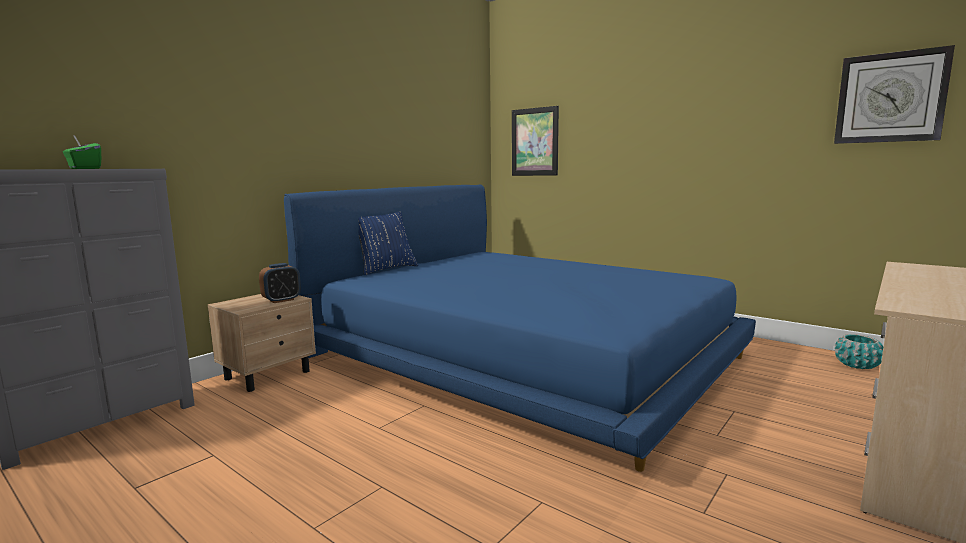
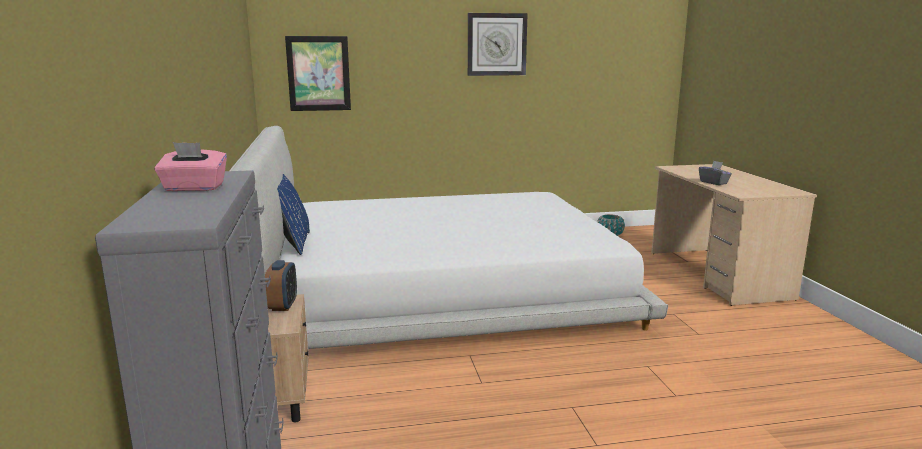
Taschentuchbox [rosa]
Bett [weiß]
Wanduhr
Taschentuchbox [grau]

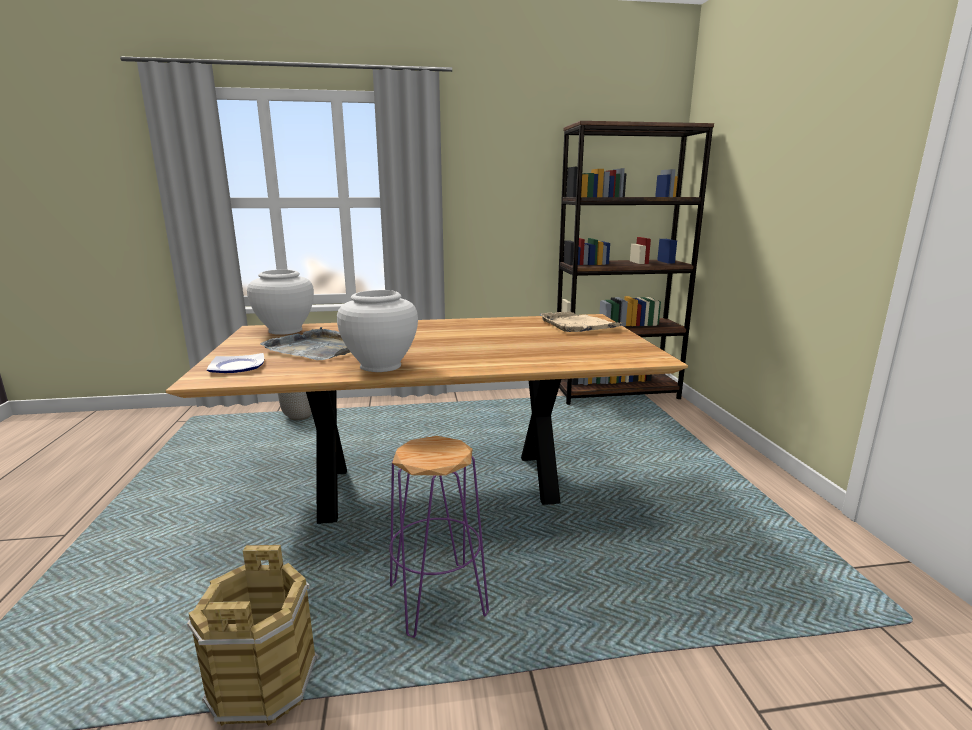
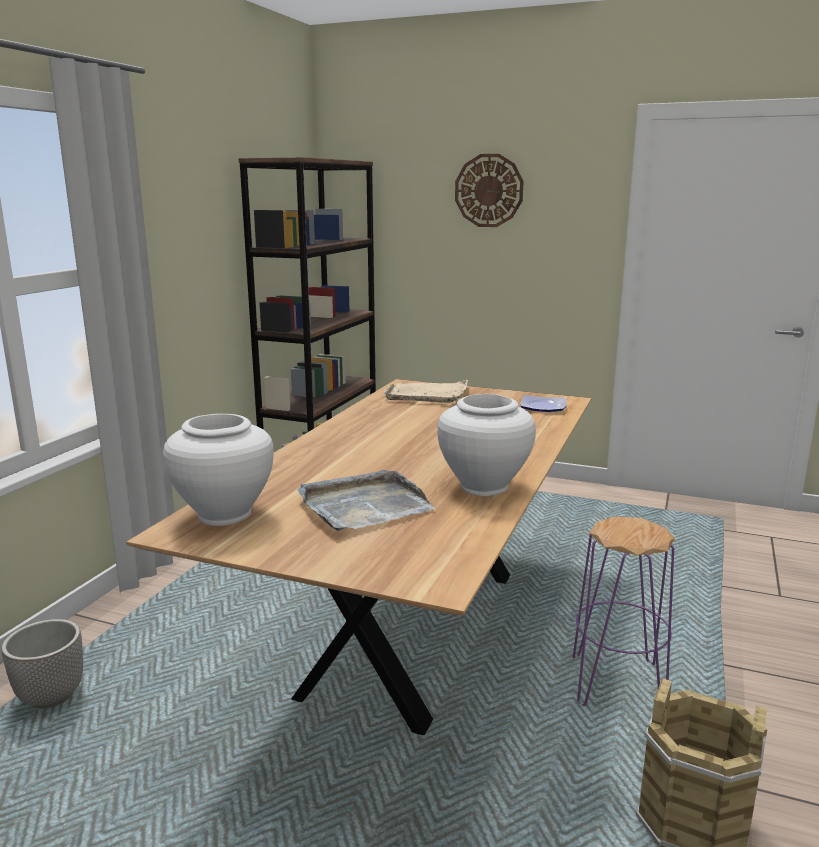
Wanduhr
Teller

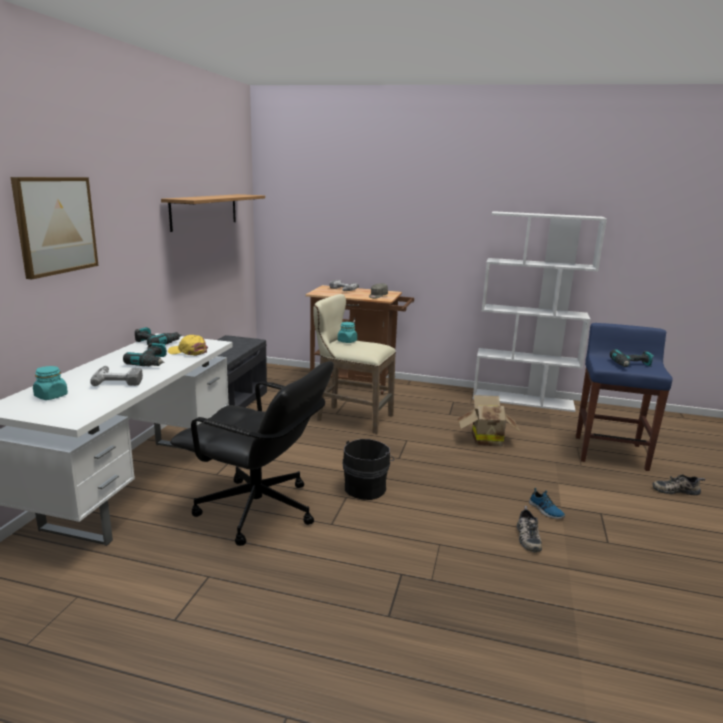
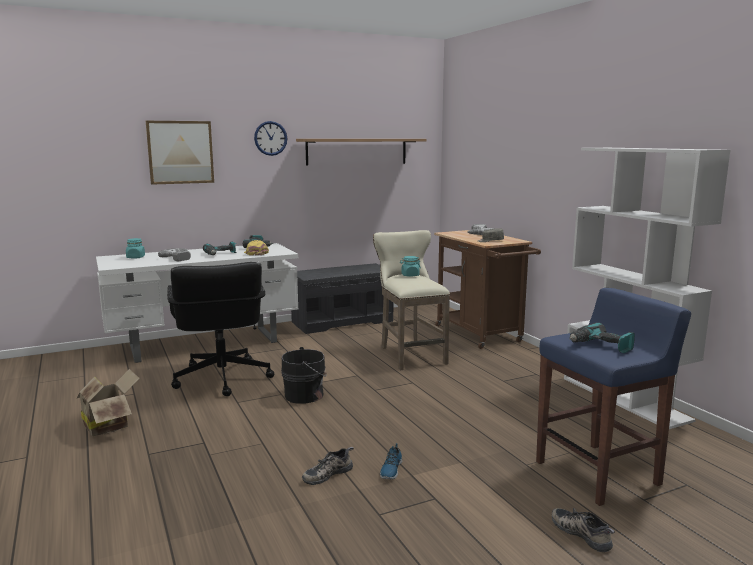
Karton
Wanduhr

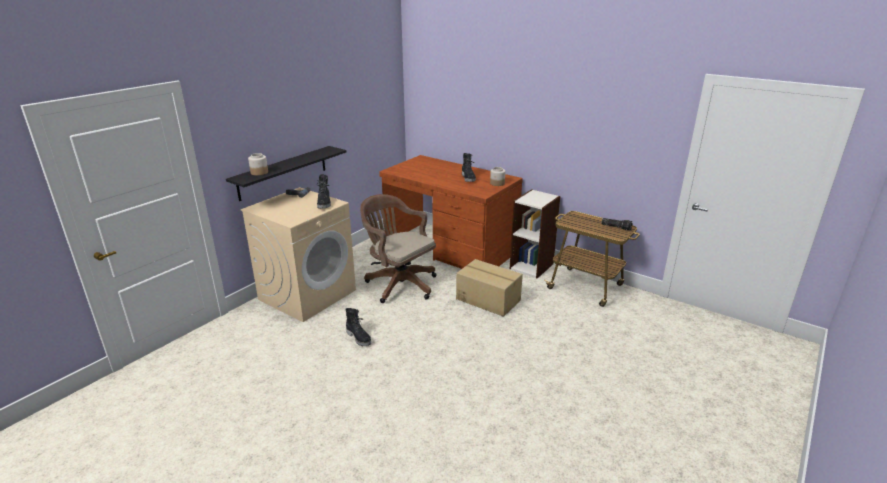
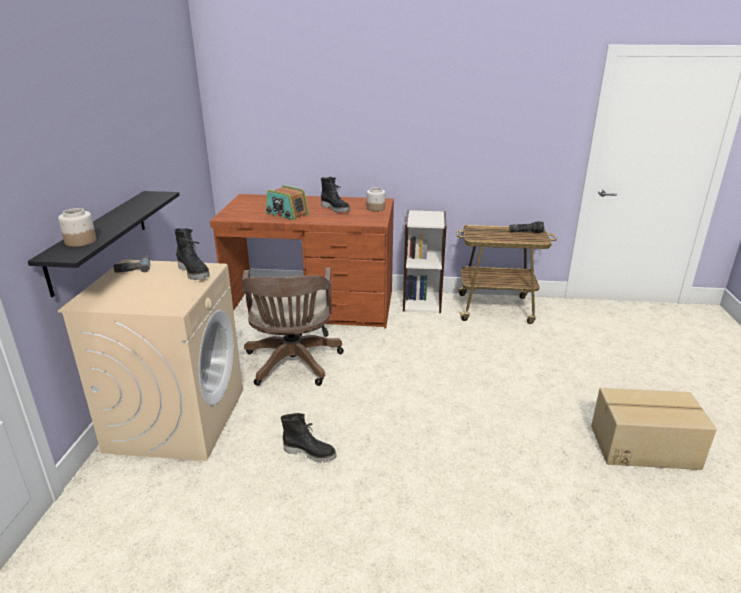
Bürostuhl [braun]
Radio
Karton

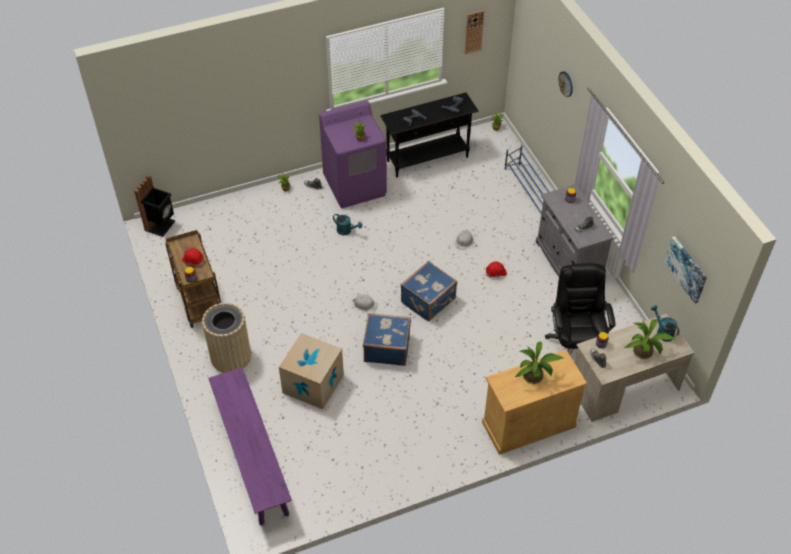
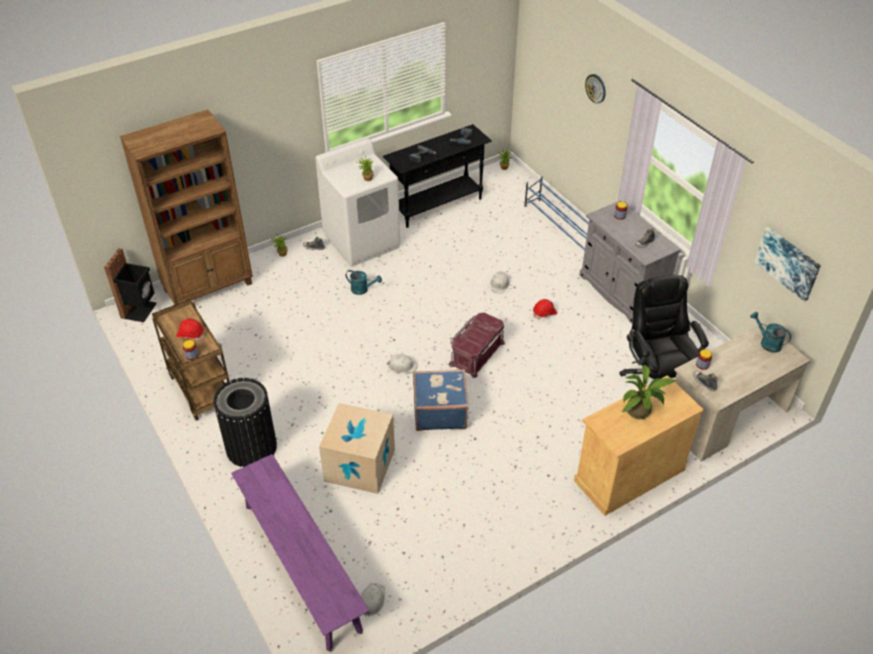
Bücherregal [braun]
Mülleimer [schwarz] (2nd from left)
Waschmaschine [weiß]
Schutzhelm [weiß] (1st from left)
Aufbewahrungsbox [rot]
Wanduhr (1st from left in the first image)
Topfpflanze (5th from left in the first image)

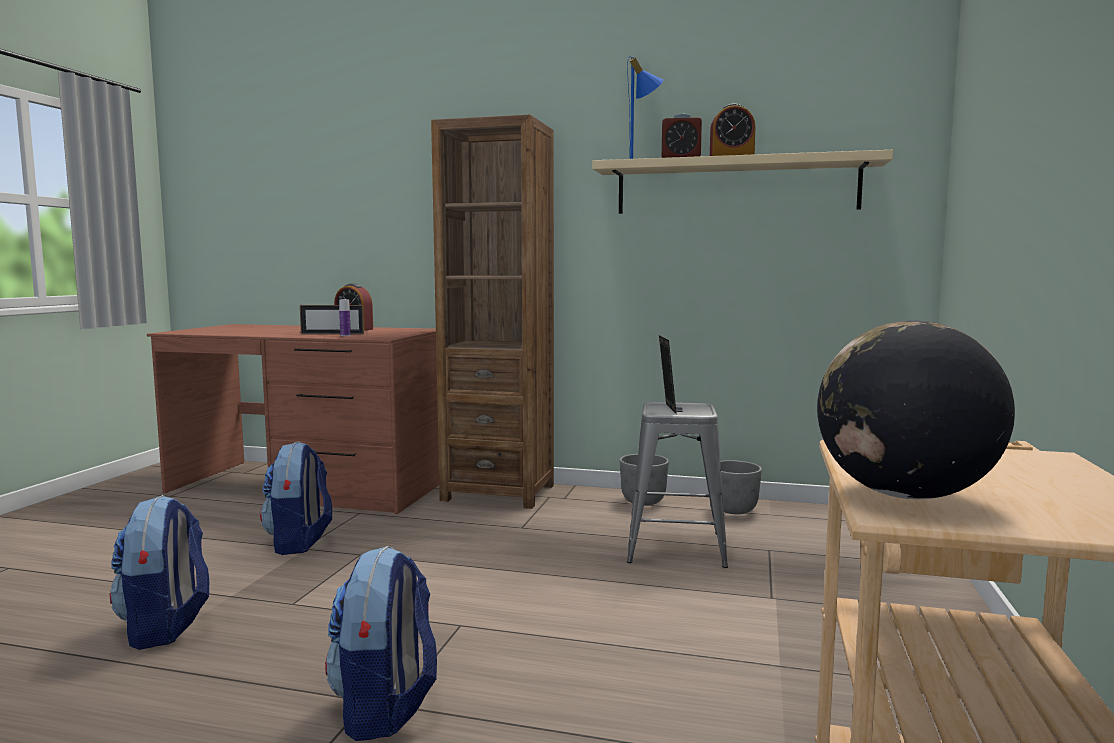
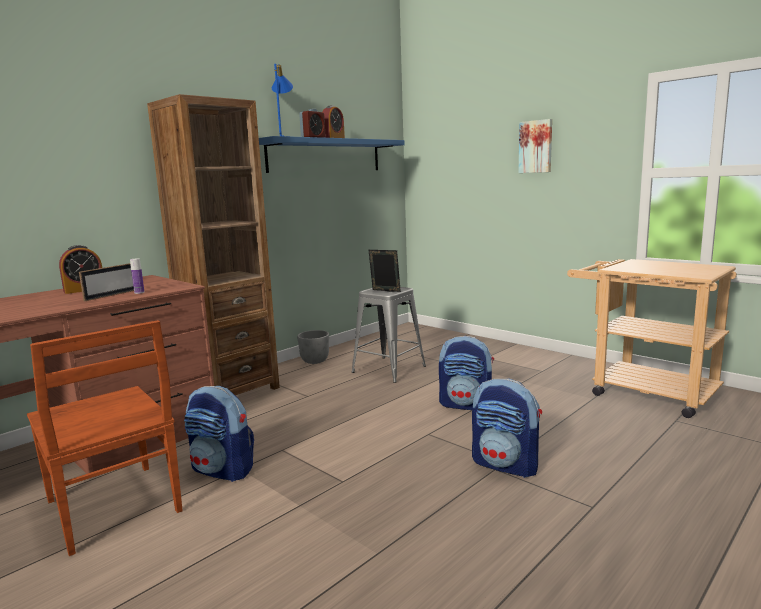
Stuhl [braun]
Wandregal [blau]
Rucksack (2nd from left)
Bild
Pflanzkübel [grau] (2nd from left in the first image)
Globus

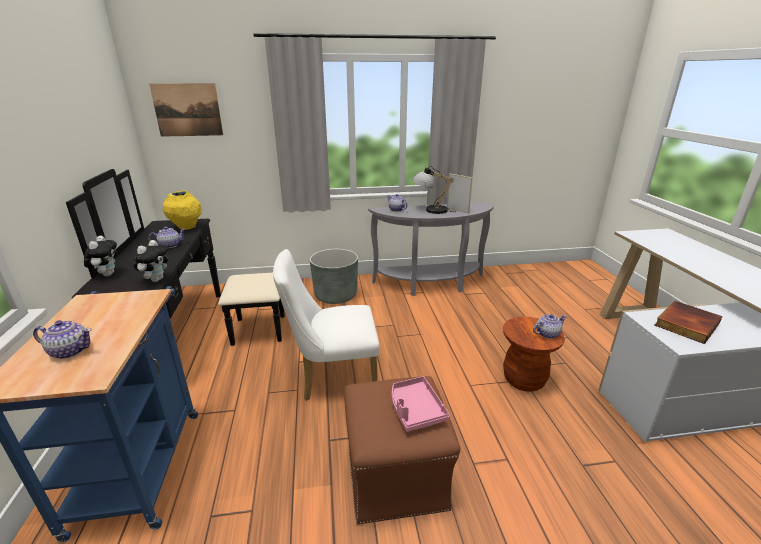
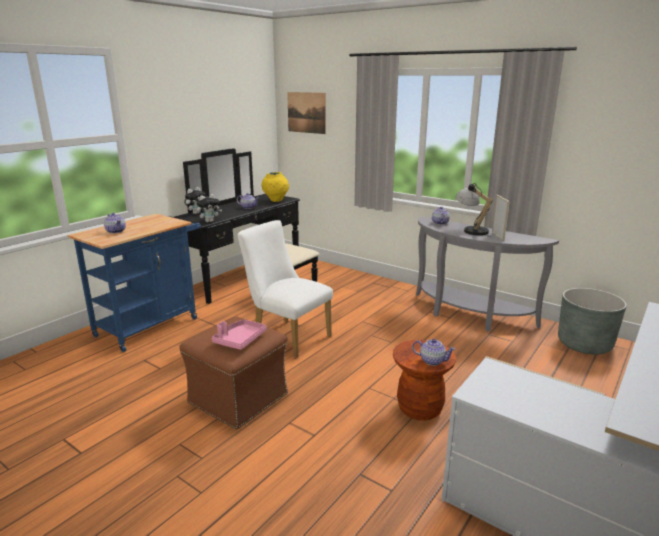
Pflanzkübel [grau]
Buch

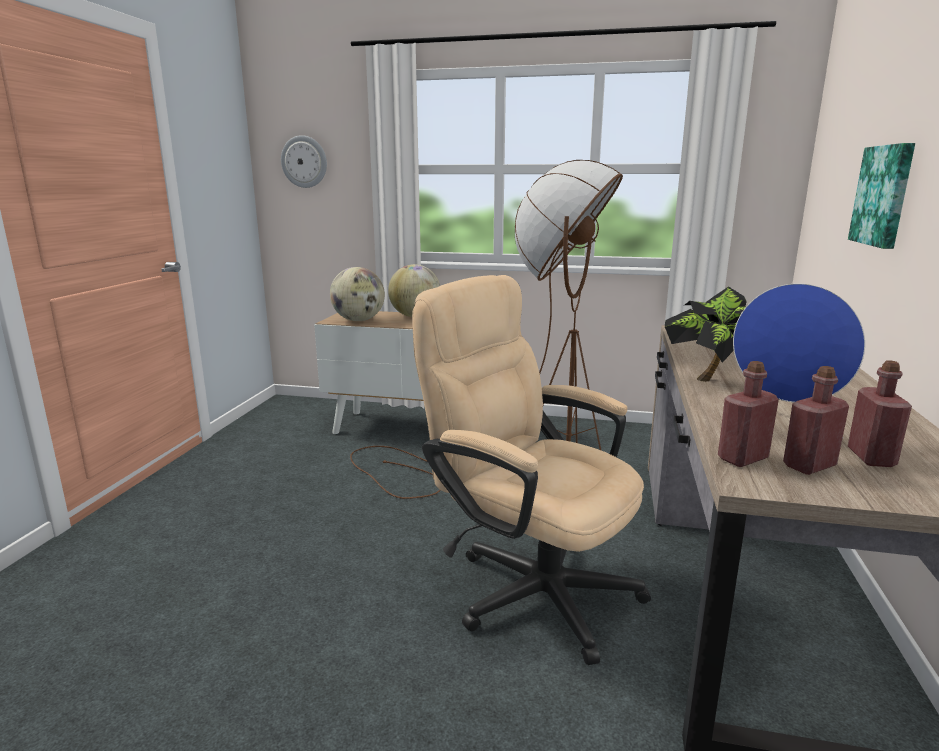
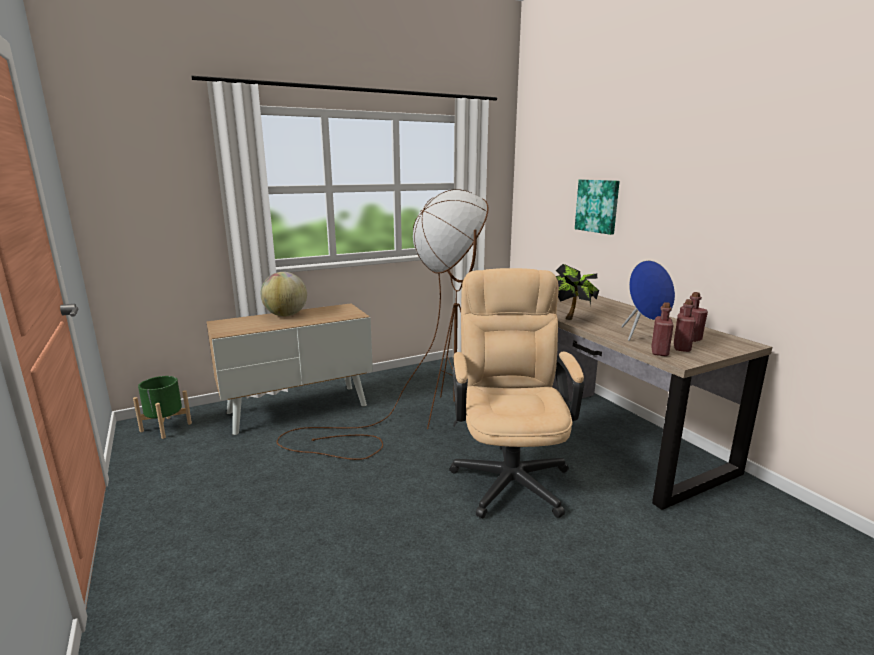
Pflanzkübel [grün]
Bürostuhl [beige]
Wanduhr
Globus (1st from left in the first image)

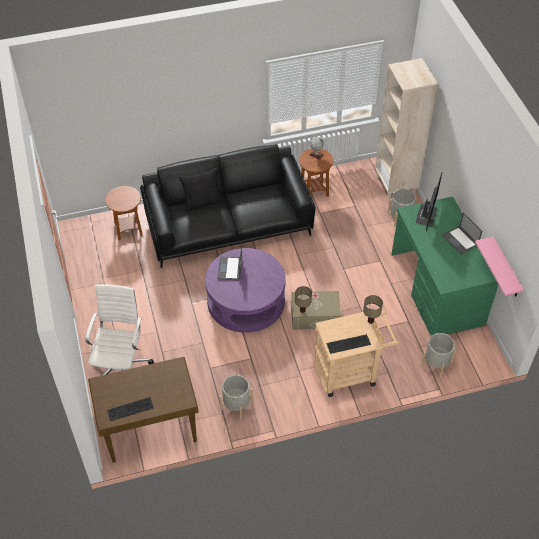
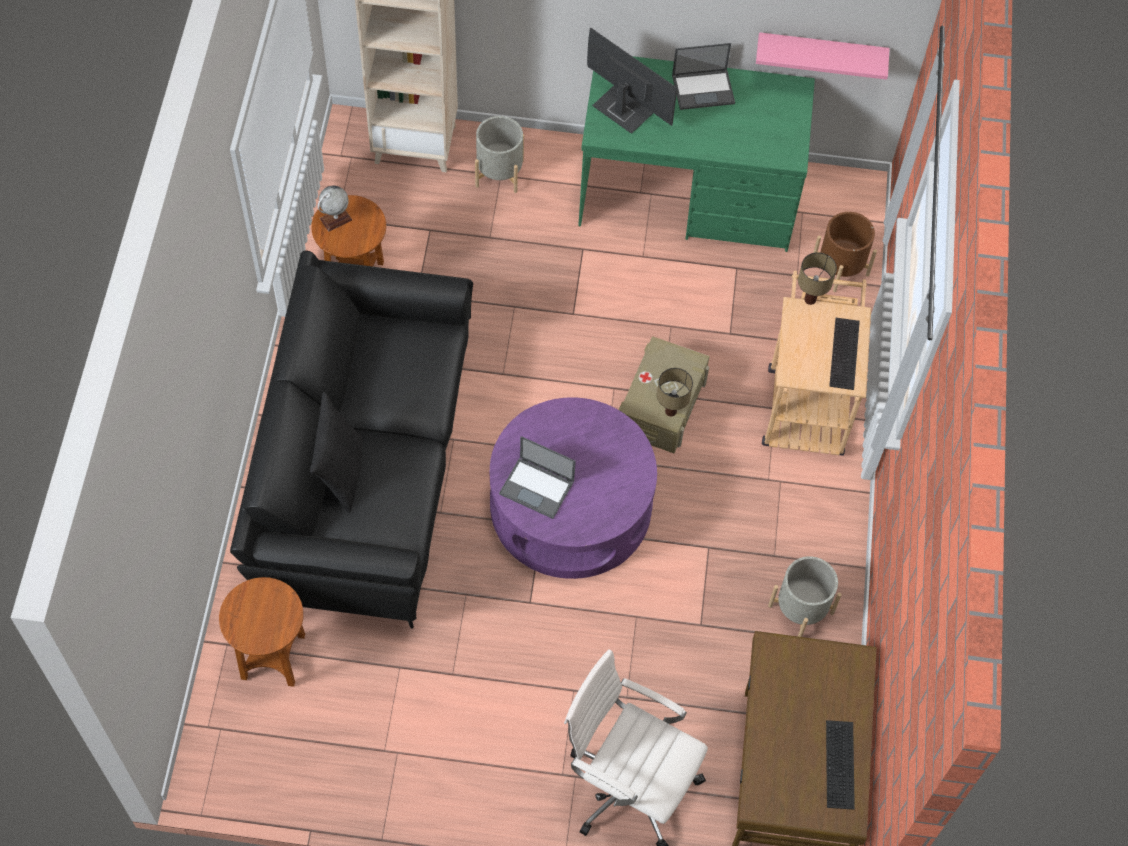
Pflanzkübel [braun]

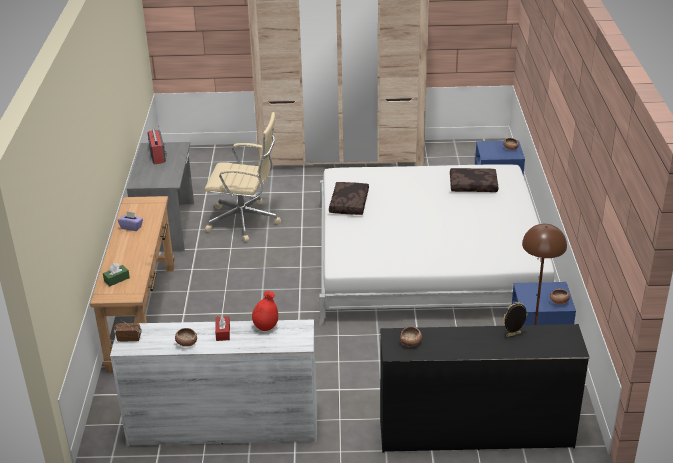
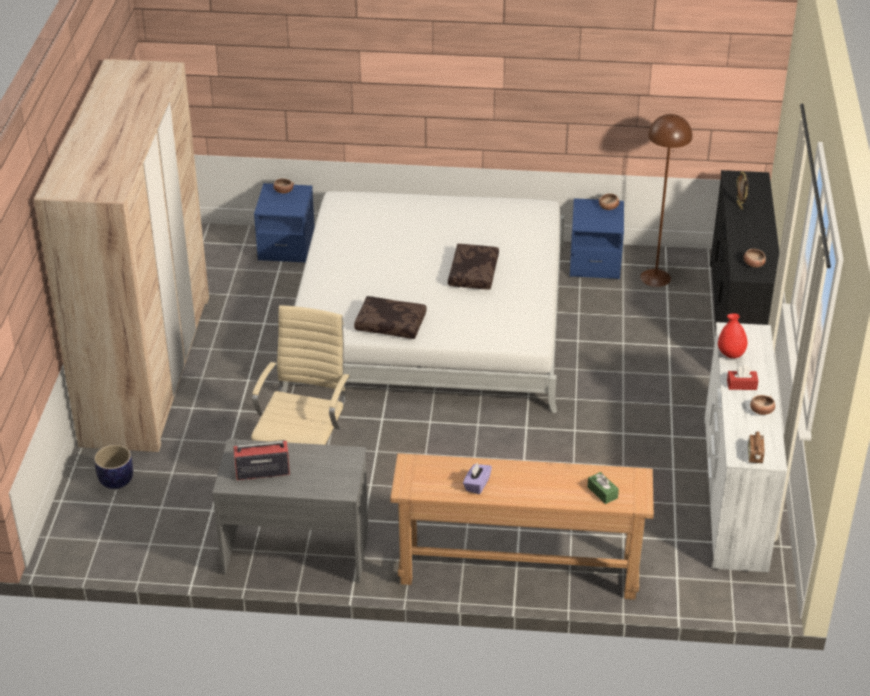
Pflanzkübel
Kissen [braun] (2nd from left)

